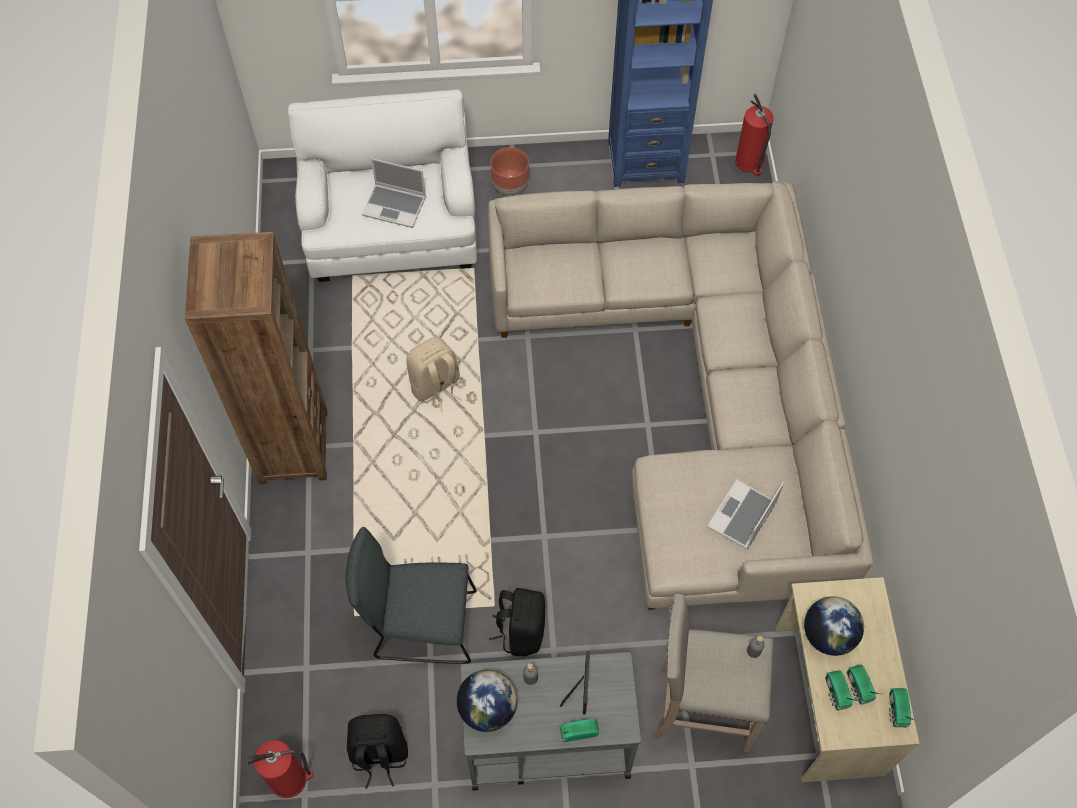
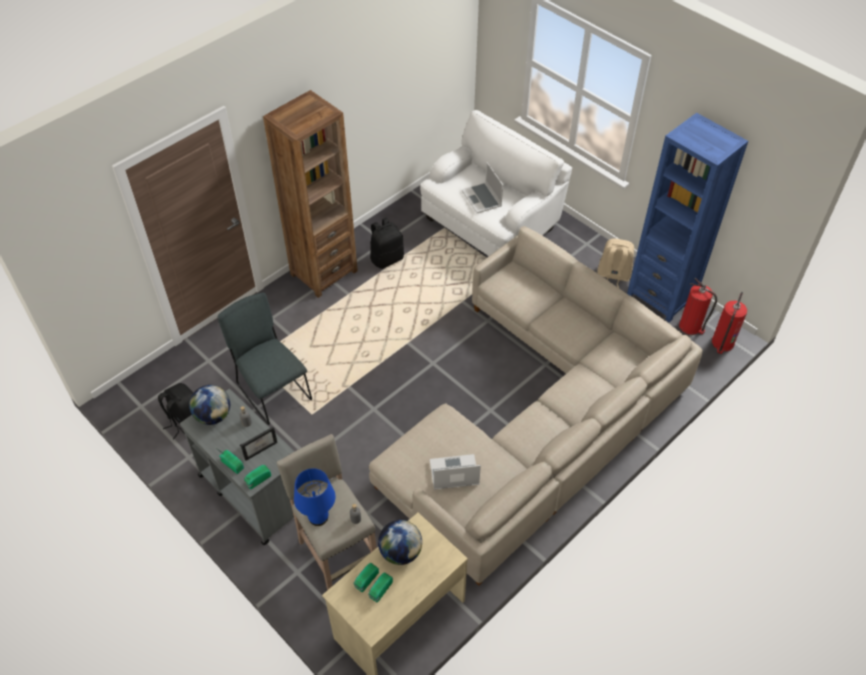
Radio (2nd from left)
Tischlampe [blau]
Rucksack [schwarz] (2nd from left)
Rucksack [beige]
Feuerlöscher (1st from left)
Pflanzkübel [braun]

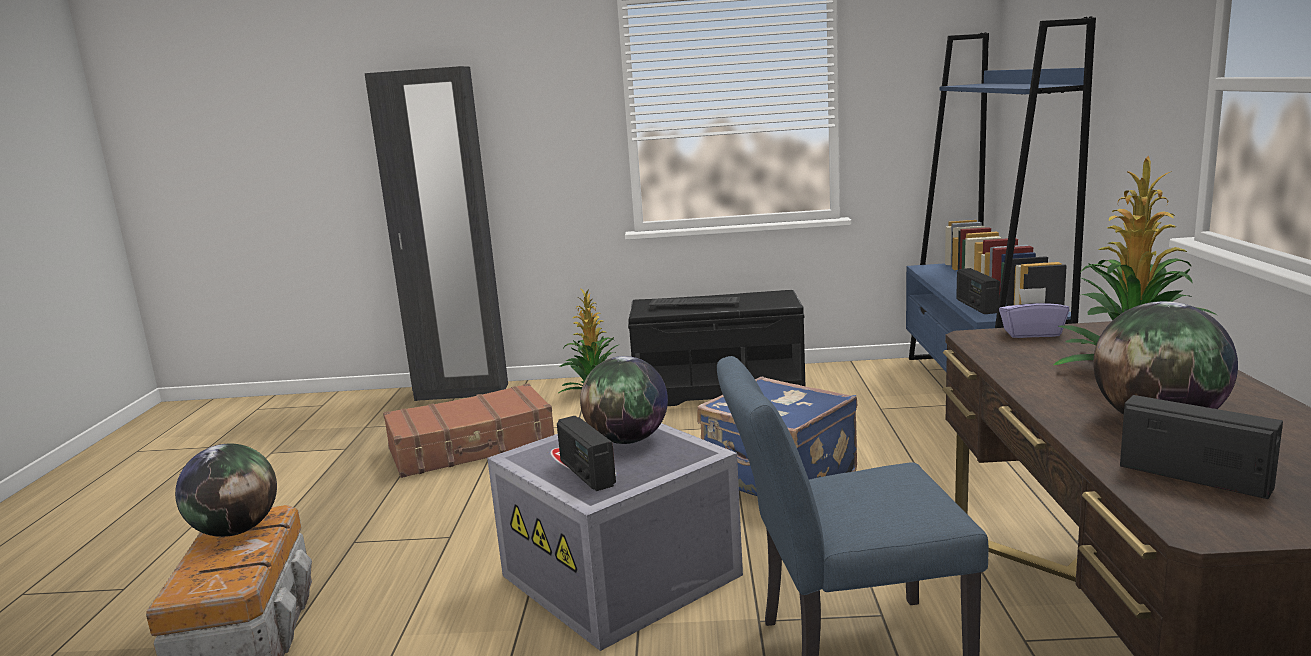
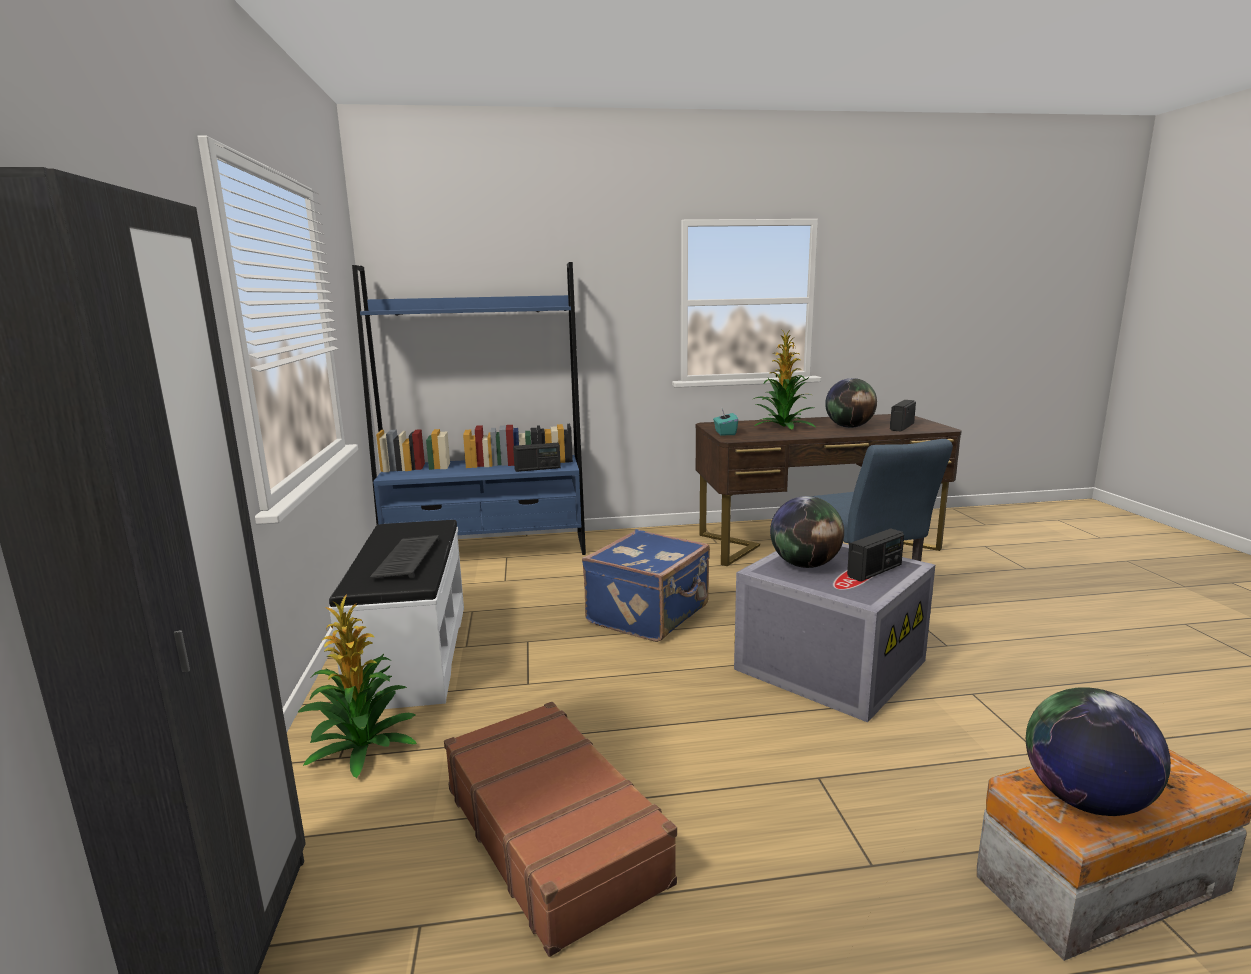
Bank [weiß]
Taschentuchbox [türkis]

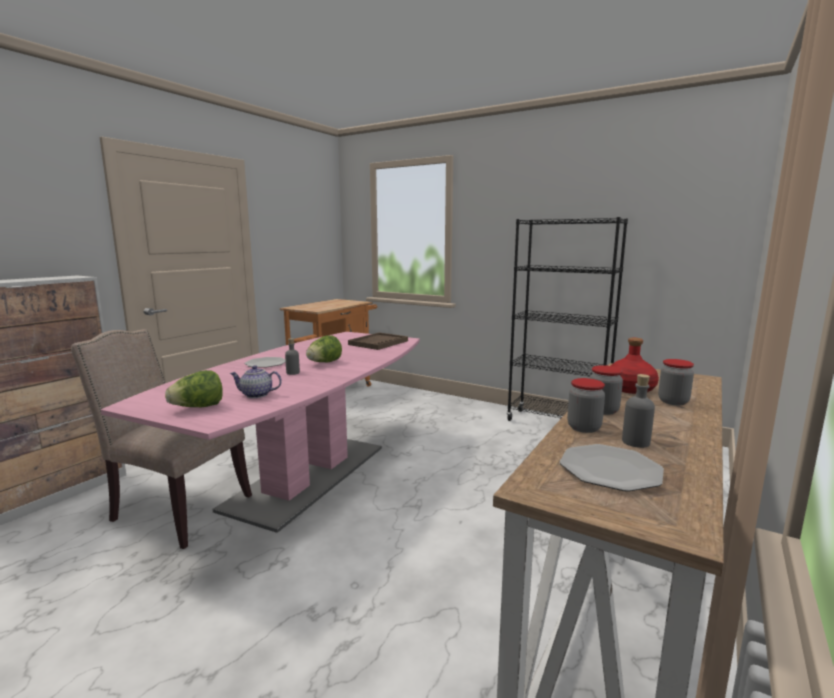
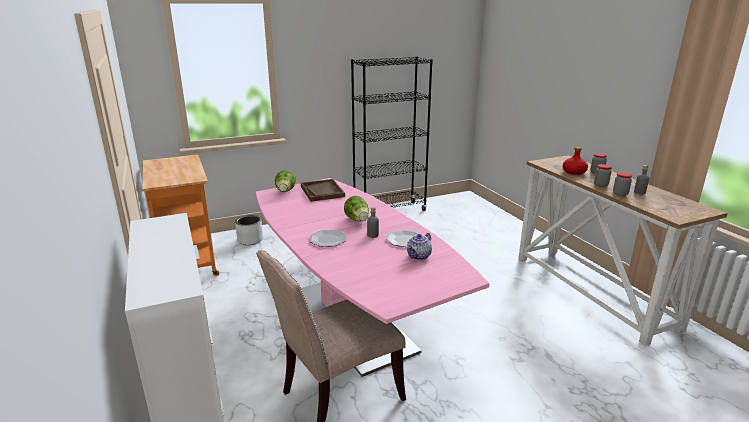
Pflanzkübel [grau]
Salatkopf (1st from left)
Teller (2nd from left)

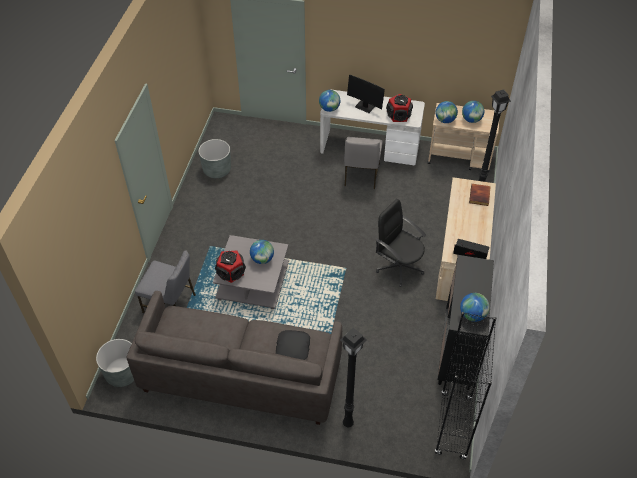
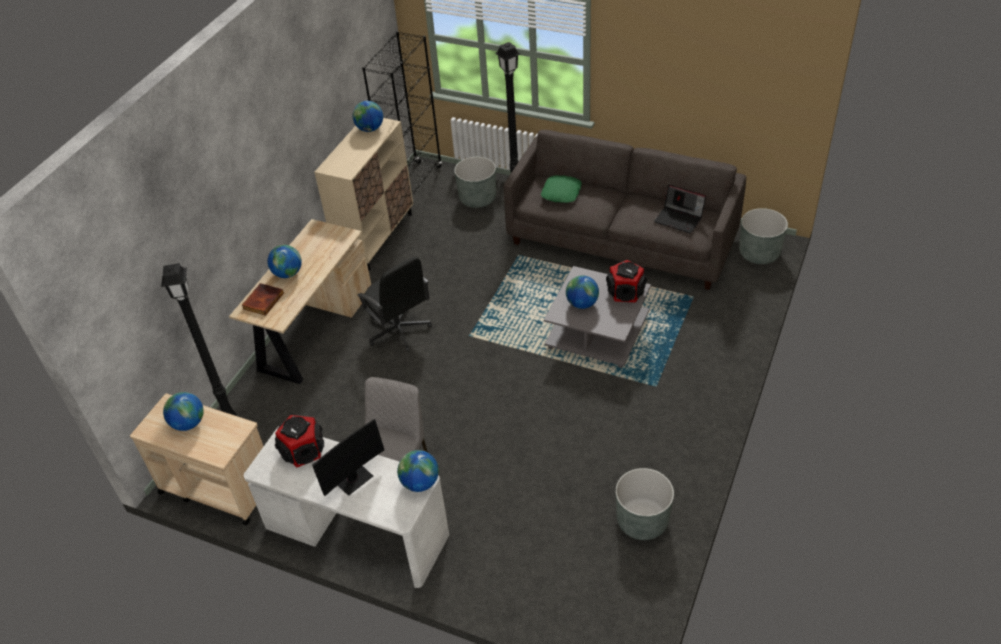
Globus (2nd from left)
Monitor
Schrank [beige]
Pflanzkübel [grau] (1st from left)
Kissen [grün]
Laptop
Stuhl [grau] (1st from left in the first image)

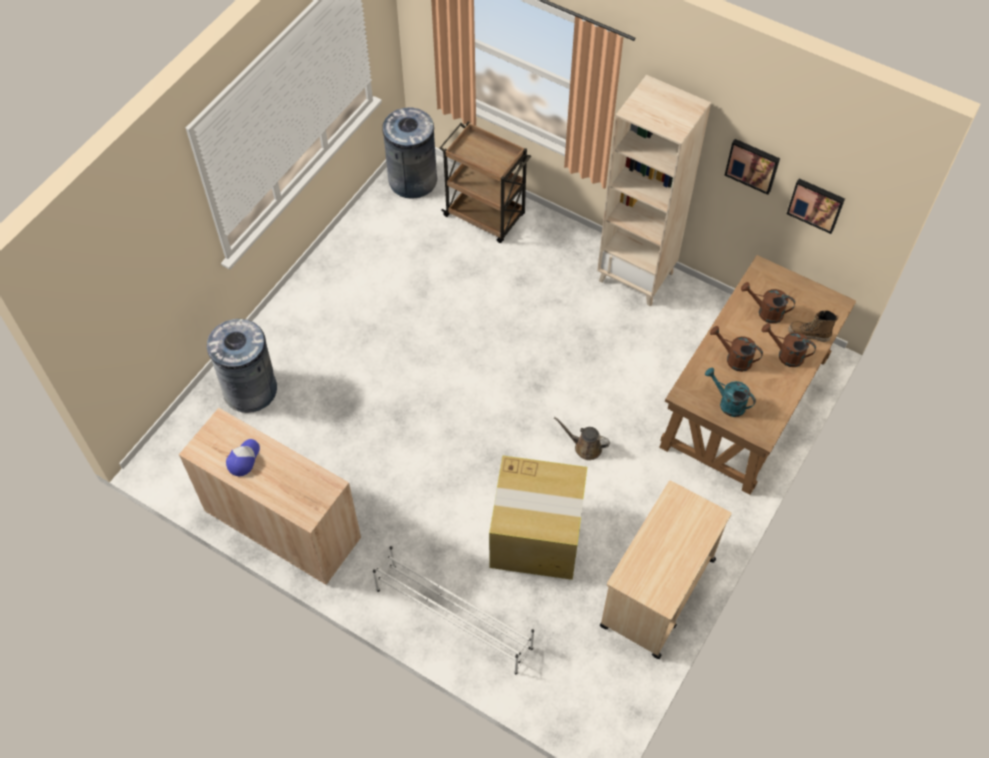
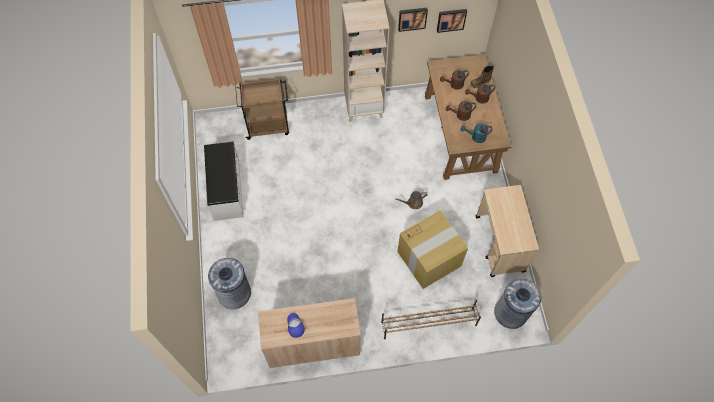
Bank [weiß]
Schuhregal [braun]
Mülleimer [grau] (2nd from left)

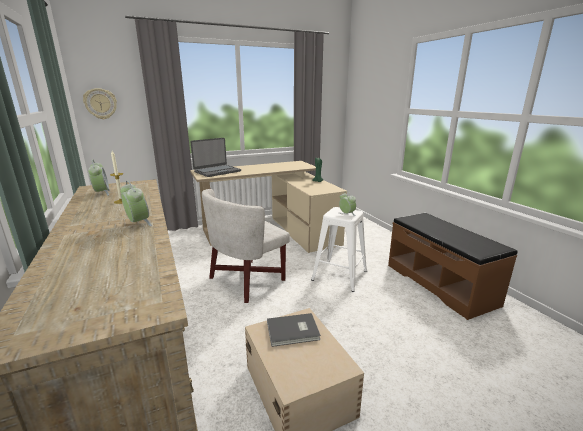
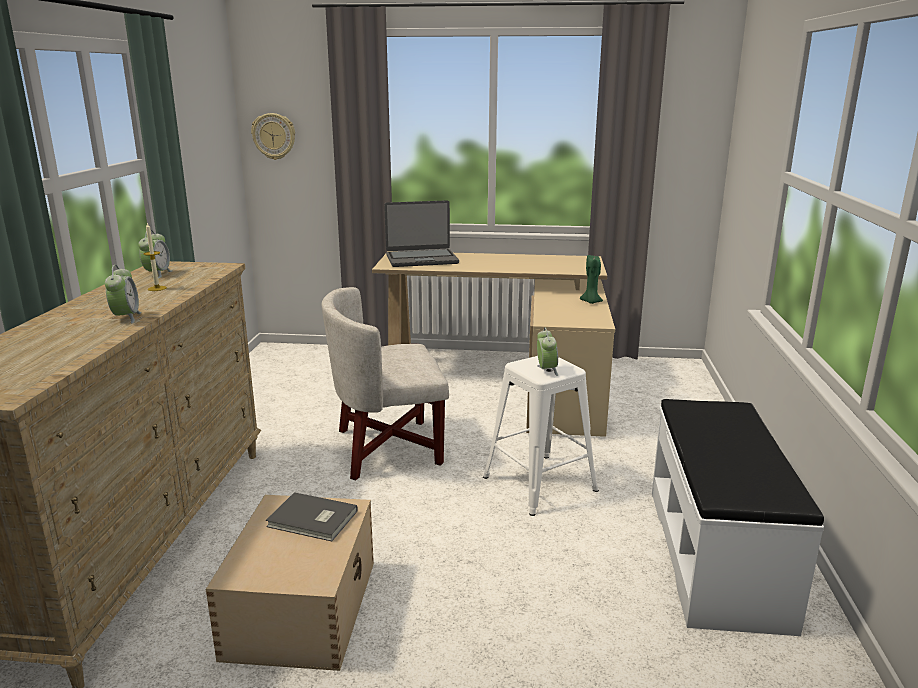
Bank [weiß]

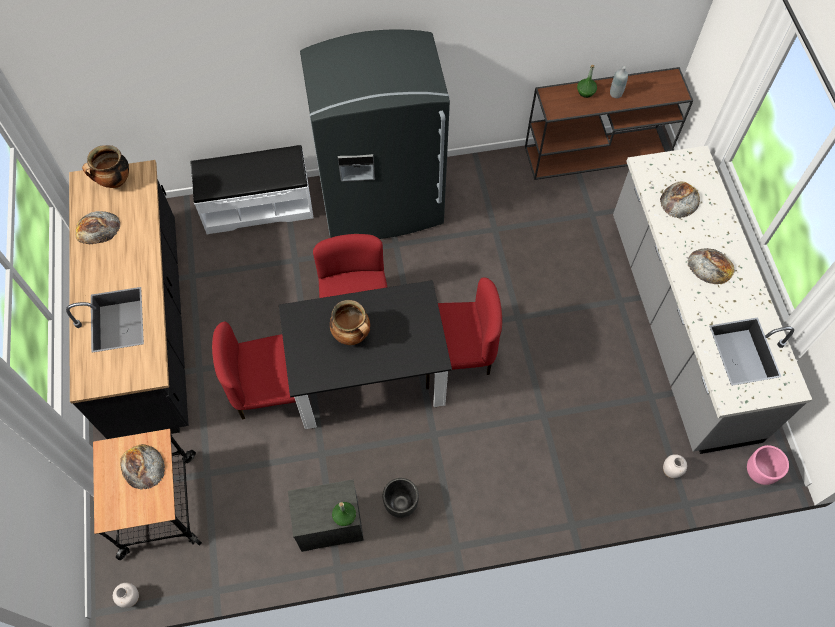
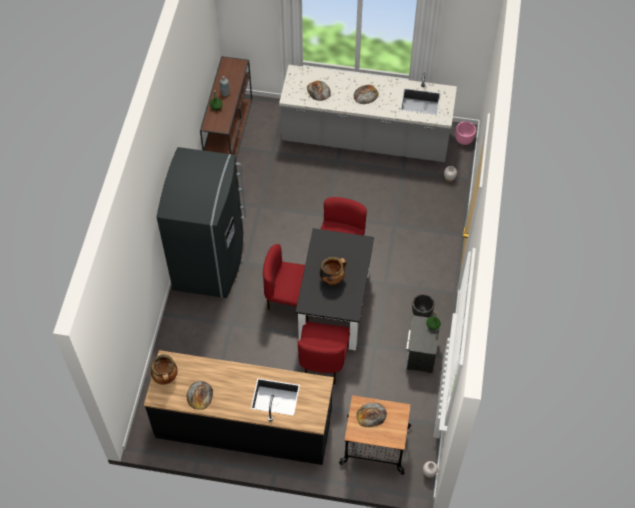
Bank [weiß]

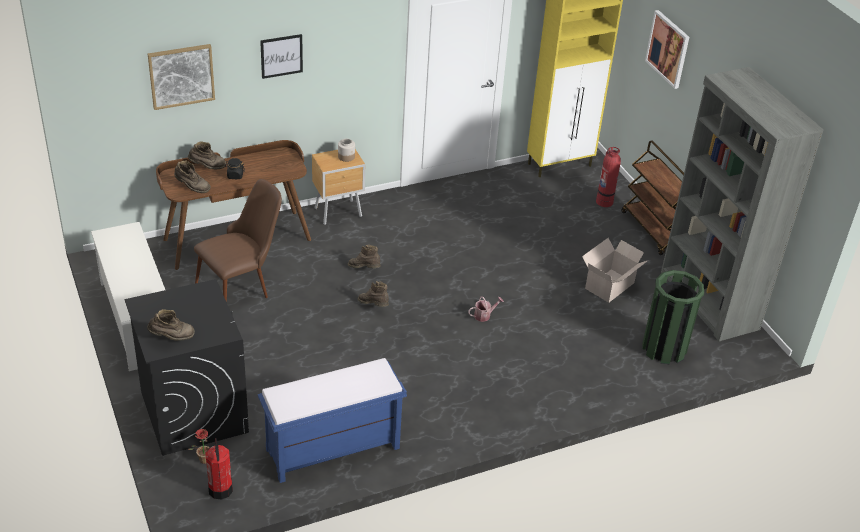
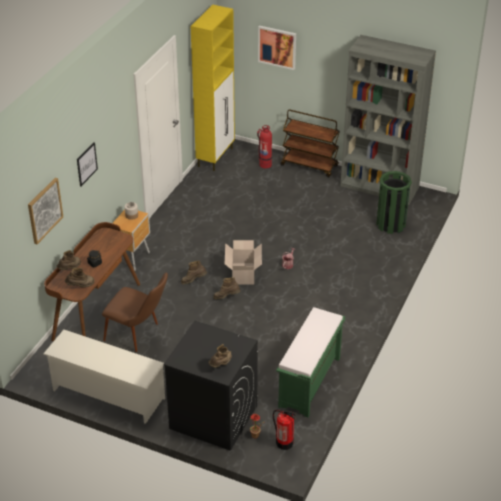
Stuhl [braun]
Karton
Bank [grün]

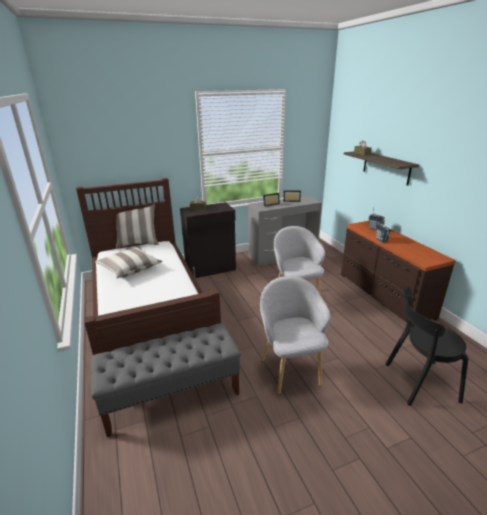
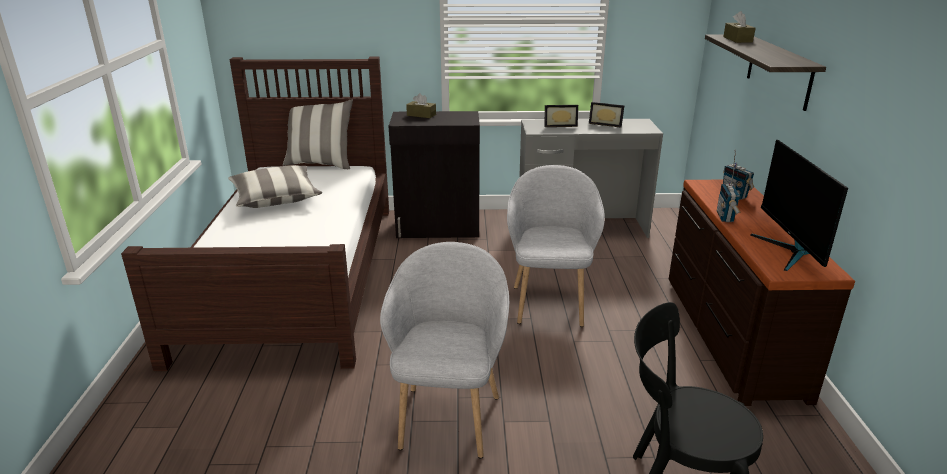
Monitor
Bank [grau]

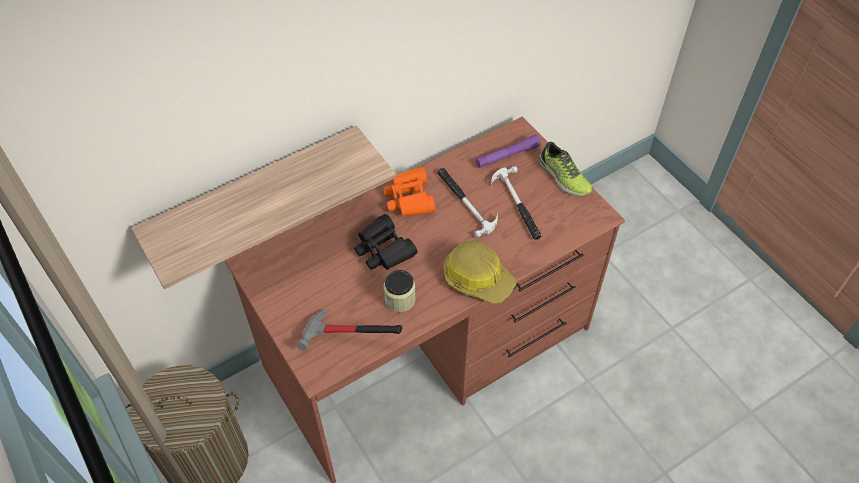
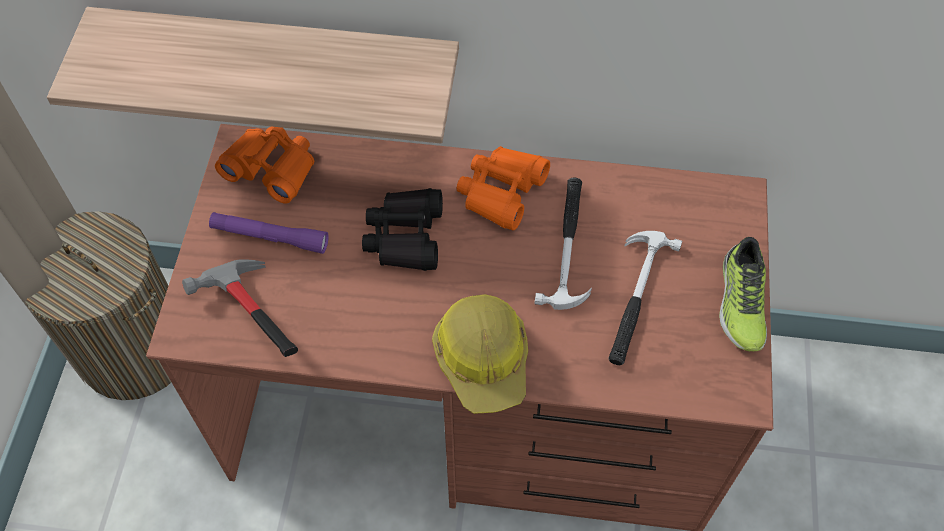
Taschenlampe [lila]
Fernglas [orange] (1st from left)
Vorratsglas

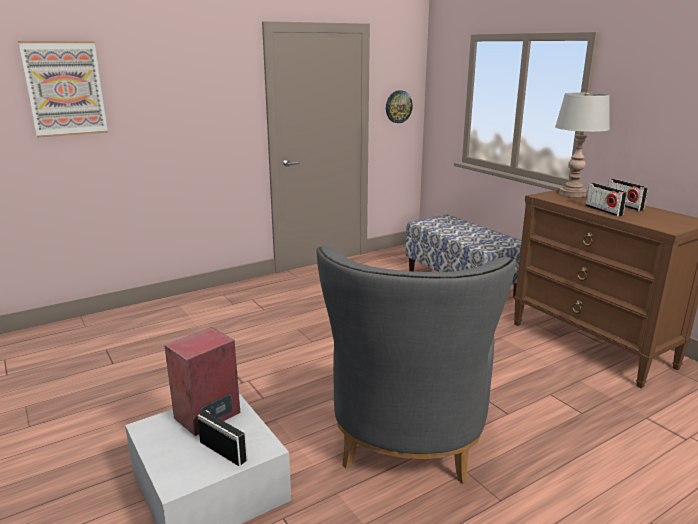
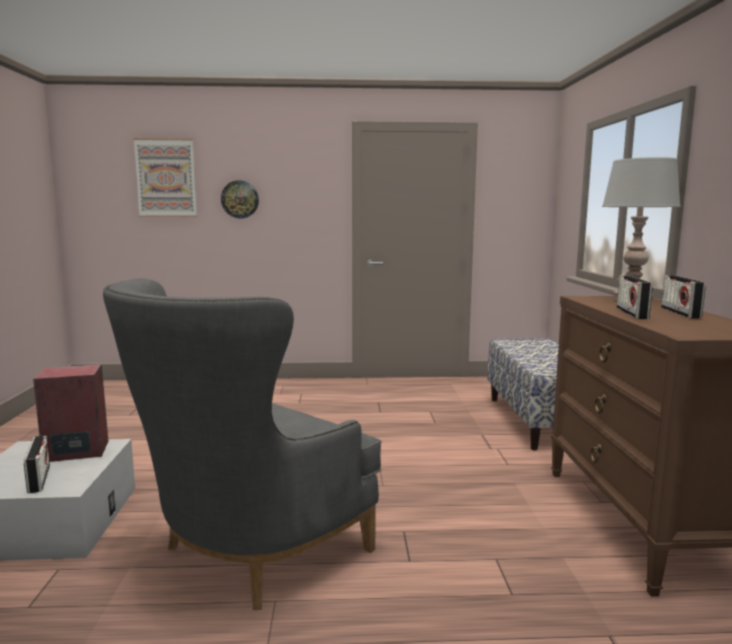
Wanduhr

